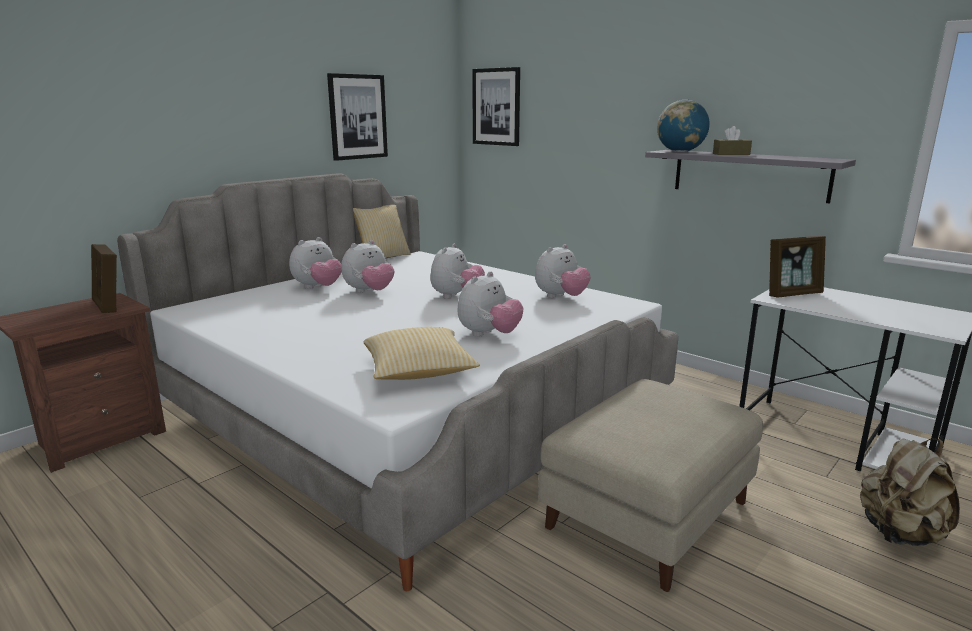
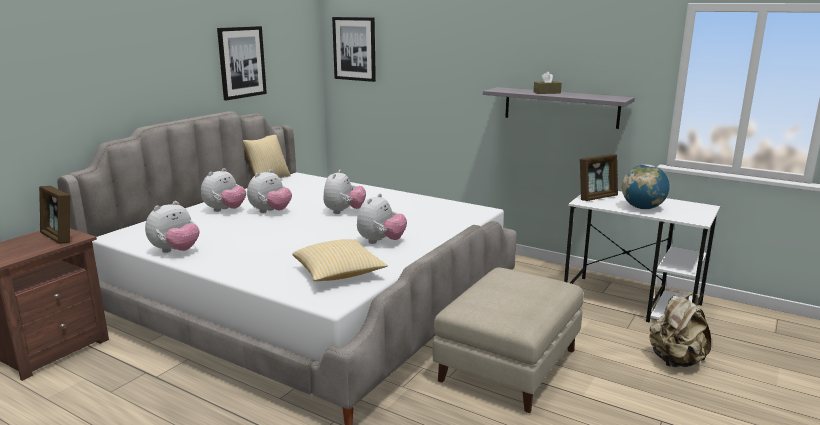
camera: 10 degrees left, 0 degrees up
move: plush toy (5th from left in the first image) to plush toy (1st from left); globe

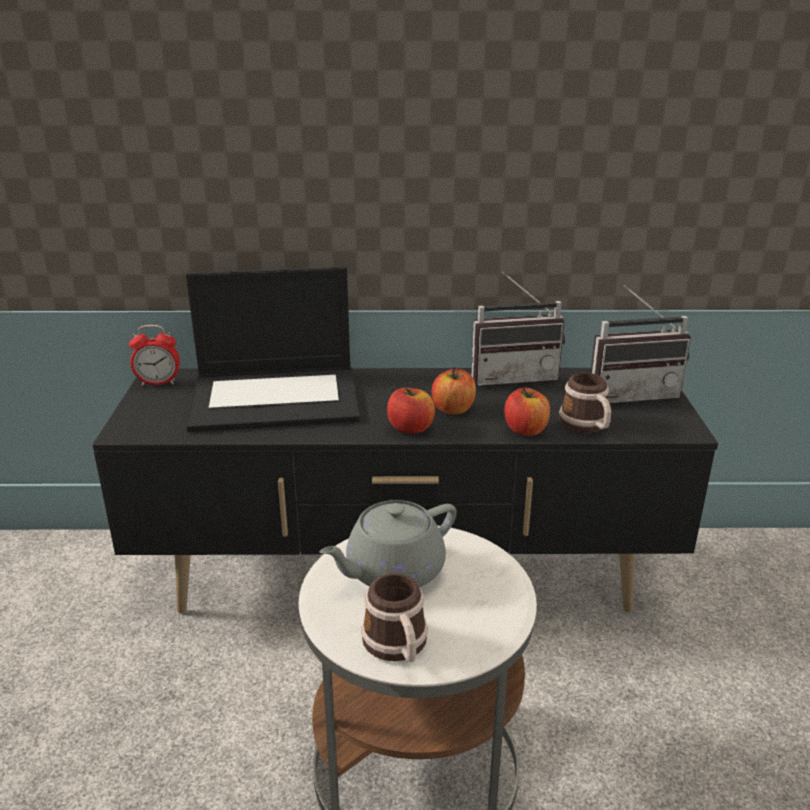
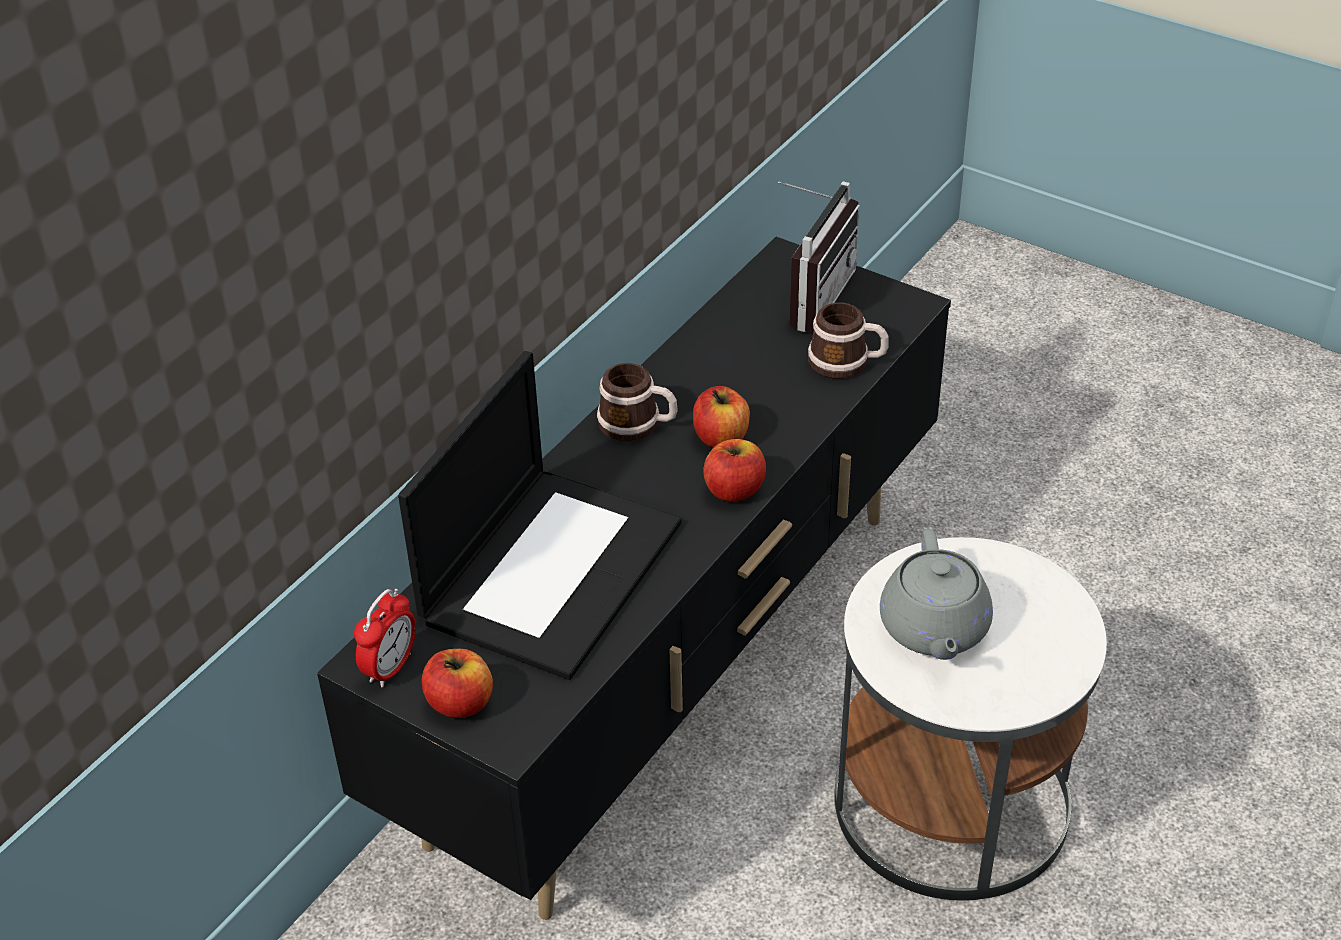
camera: 55 degrees left, 15 degrees up
delete: radio (1st from left)
move: apple (3rd from left in the first image) to apple (1st from left); mug (1st from left)

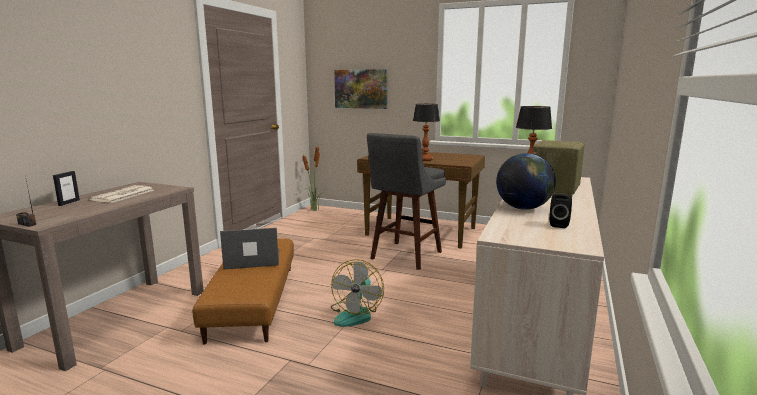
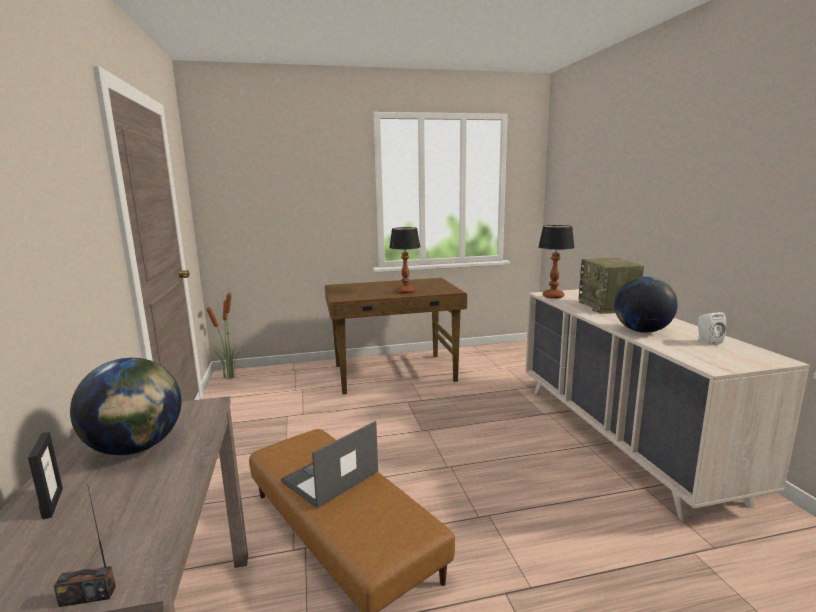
camera: 35 degrees left, 0 degrees up
delete: fan; picture; grey stool
replace: newspaper to globe (1st from left)
recolor: black speaker to white speaker

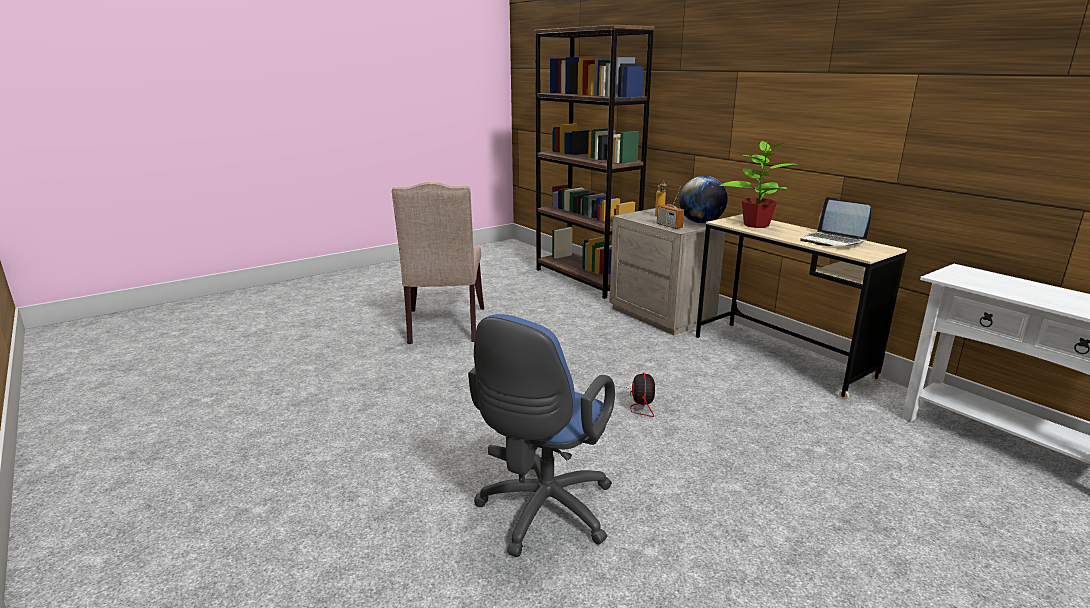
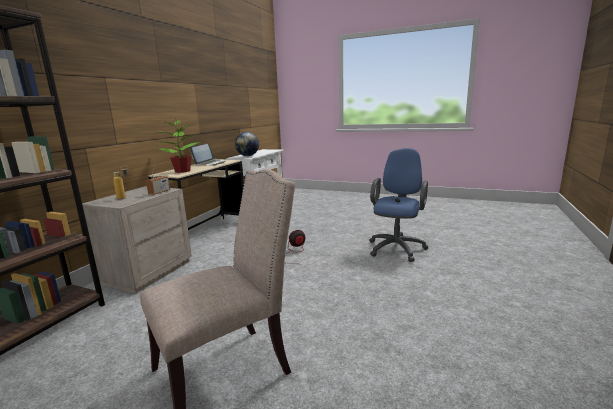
camera: 120 degrees left, 5 degrees down
move: globe
rotate: blue office chair 60 degrees counterclockwise

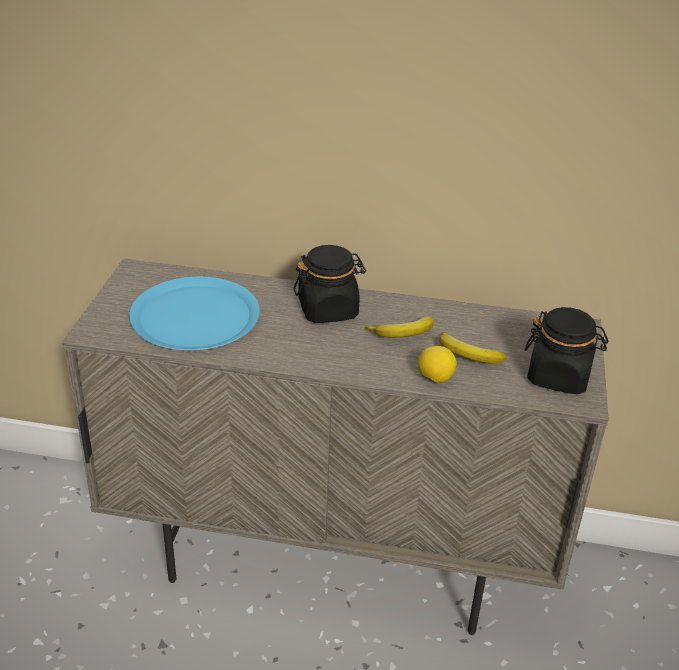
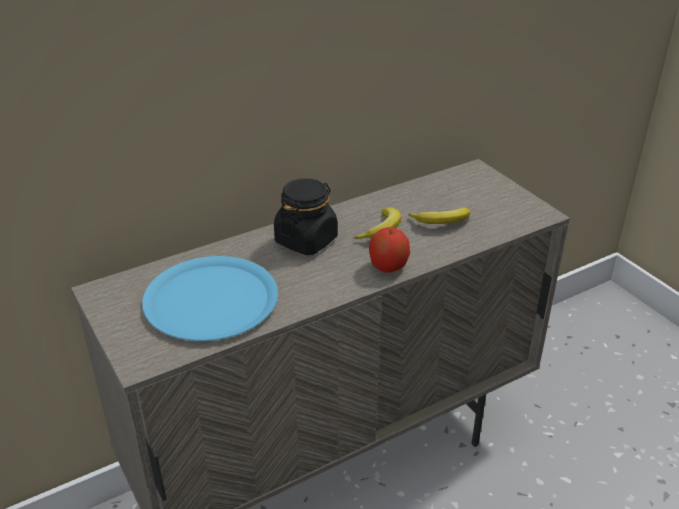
camera: 40 degrees left, 0 degrees up
delete: lemon; black jar (2nd from left)
insert: apple

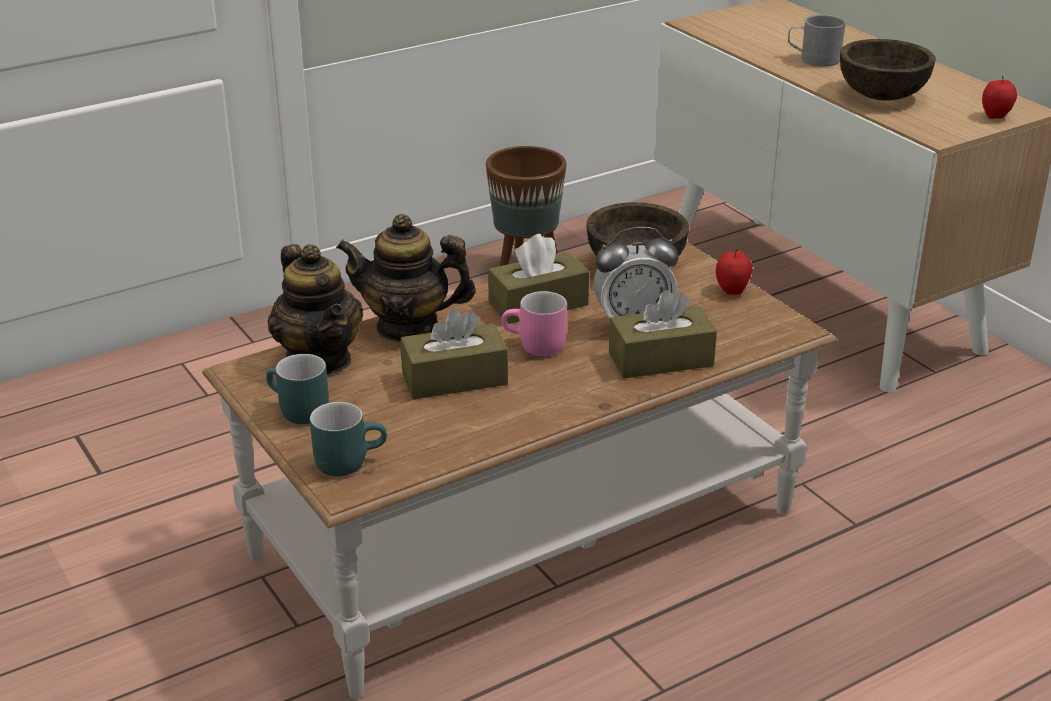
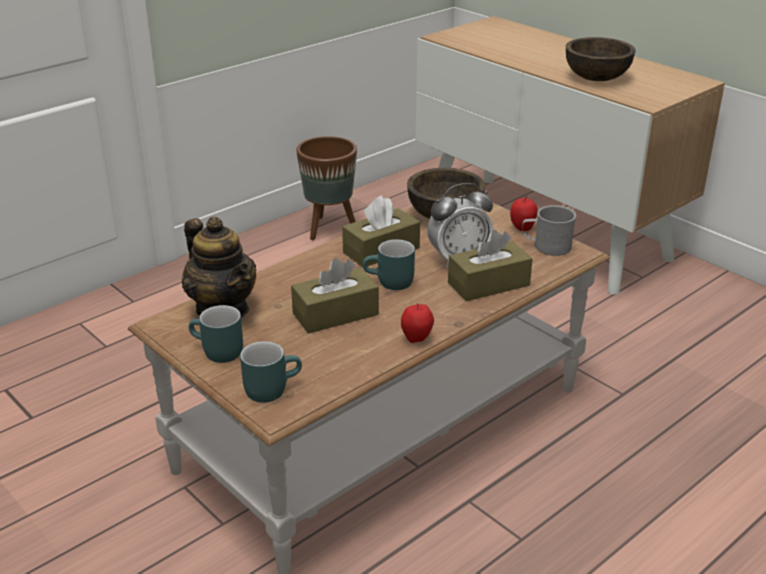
camera: 10 degrees left, 0 degrees up
delete: teapot (2nd from left)
move: apple (2nd from left in the first image) to apple (1st from left); grey mug
recolor: pink mug to turquoise mug (3rd from left)

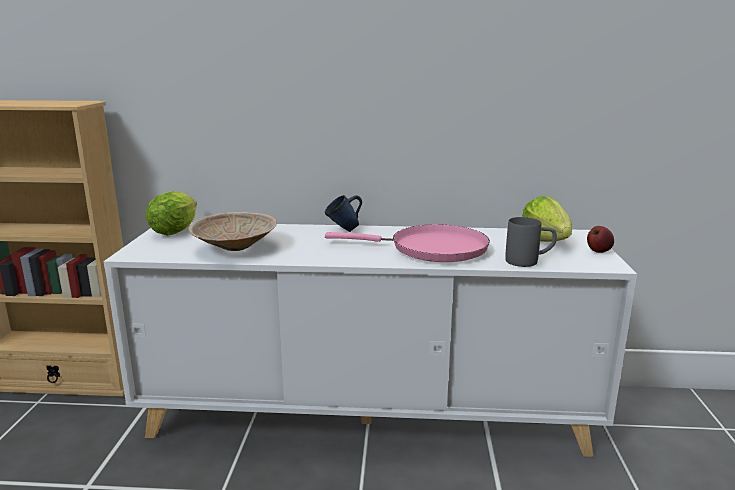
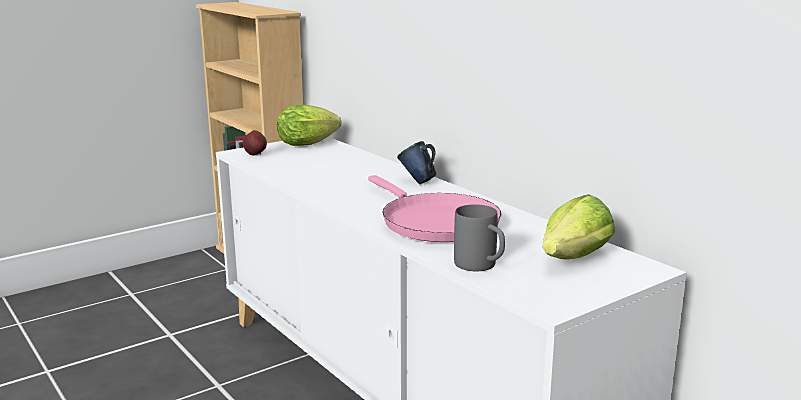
camera: 50 degrees right, 0 degrees up
delete: beige bowl
move: apple

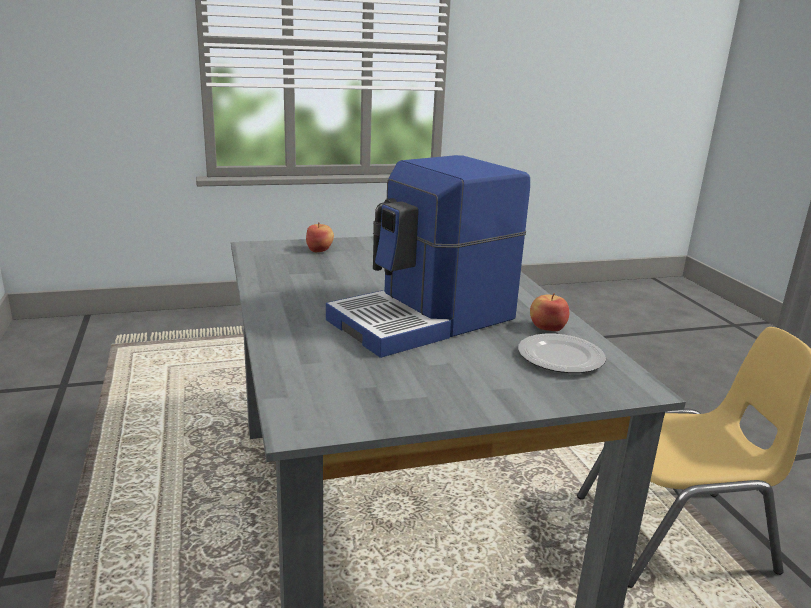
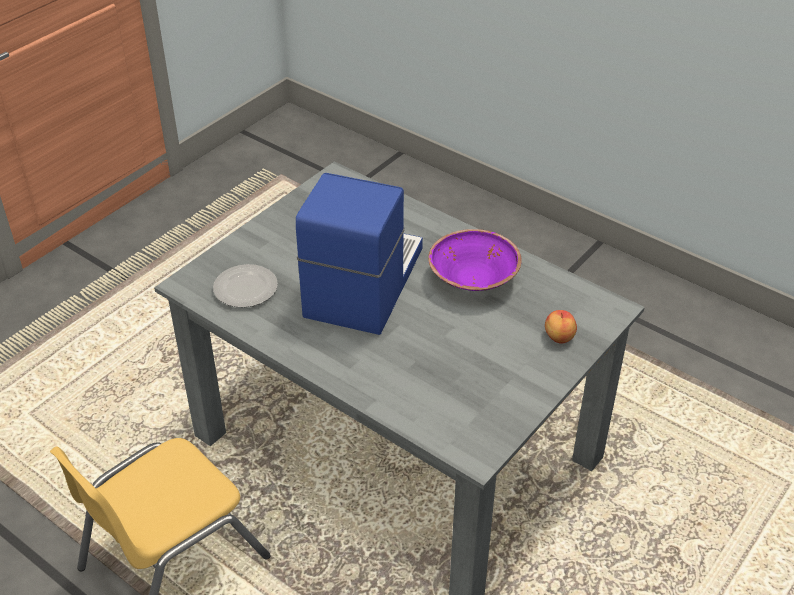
camera: 145 degrees right, 20 degrees up
delete: apple (2nd from left)
insert: purple bowl

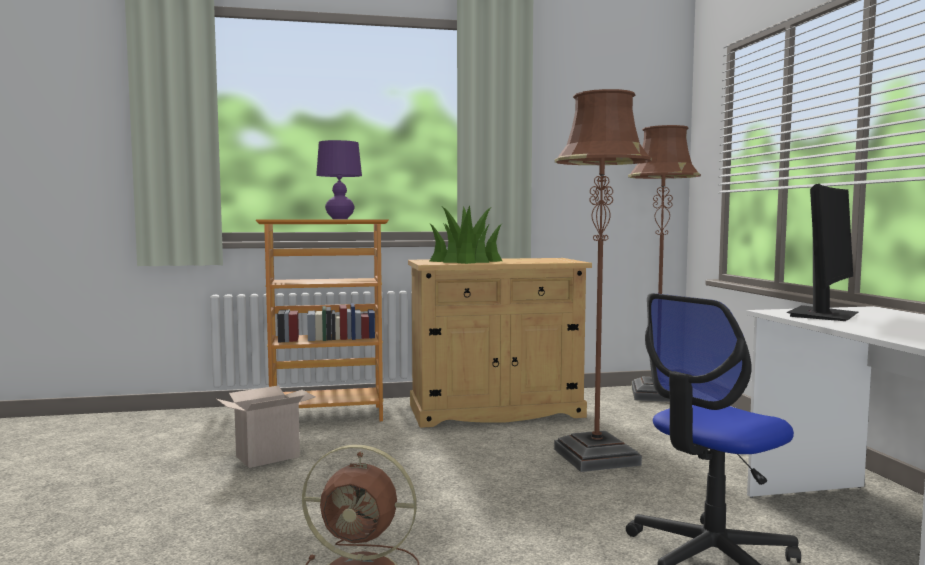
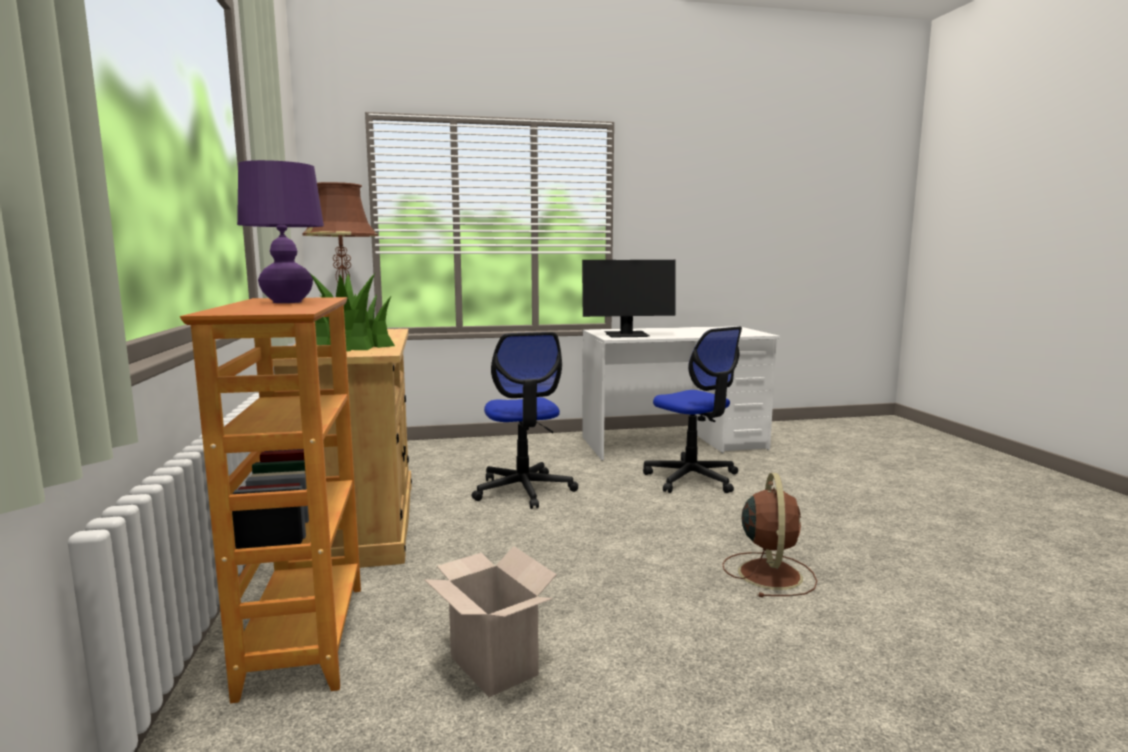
camera: 90 degrees left, 5 degrees up
replace: brown floor lamp (1st from left) to office chair (1st from left)
rotate: monitor 135 degrees clockwise

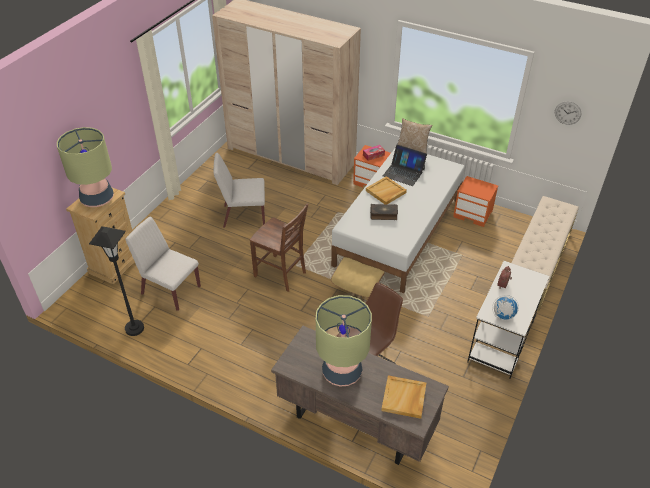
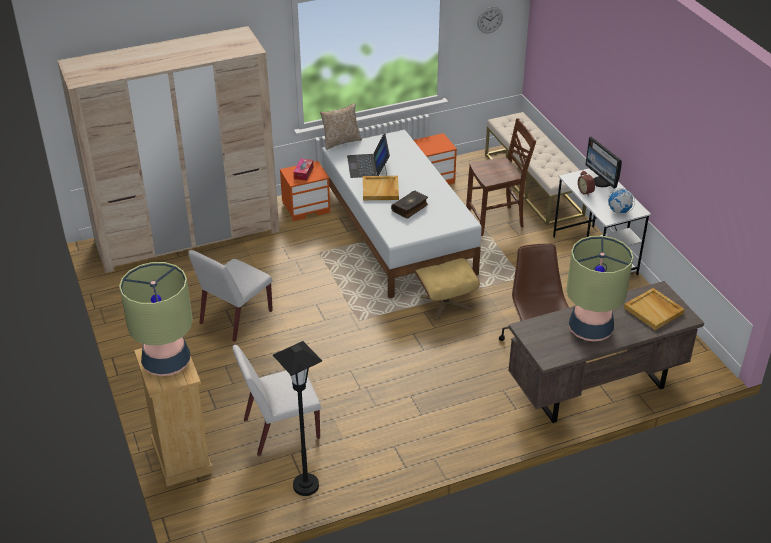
camera: 50 degrees left, 5 degrees down
insert: monitor
move: brown chair
rotate: laptop 105 degrees clockwise

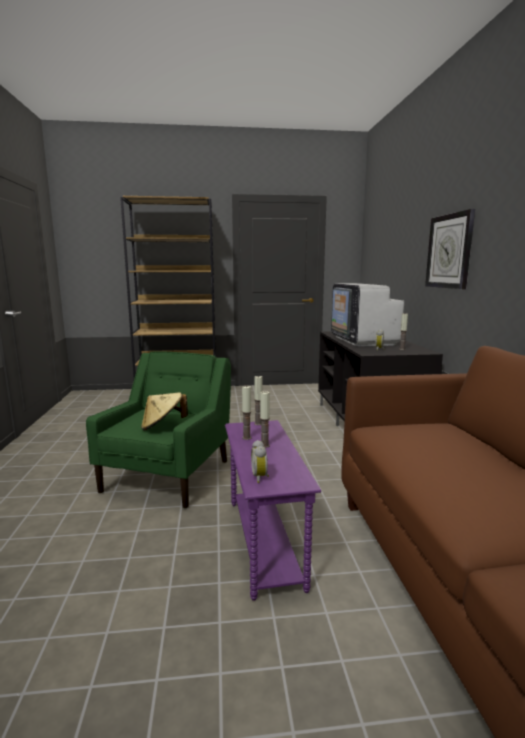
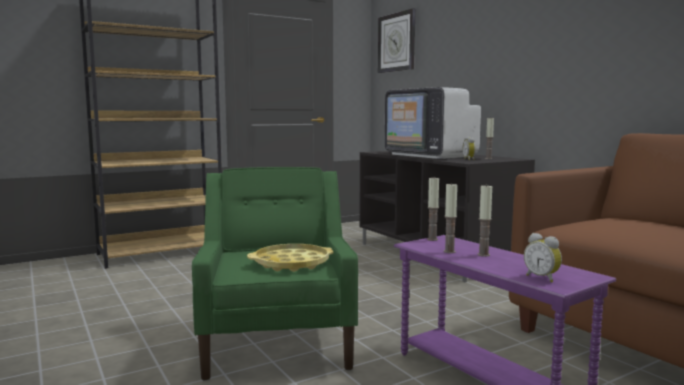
camera: 25 degrees left, 5 degrees down
move: wall clock
replace: beige hat to yellow tray

